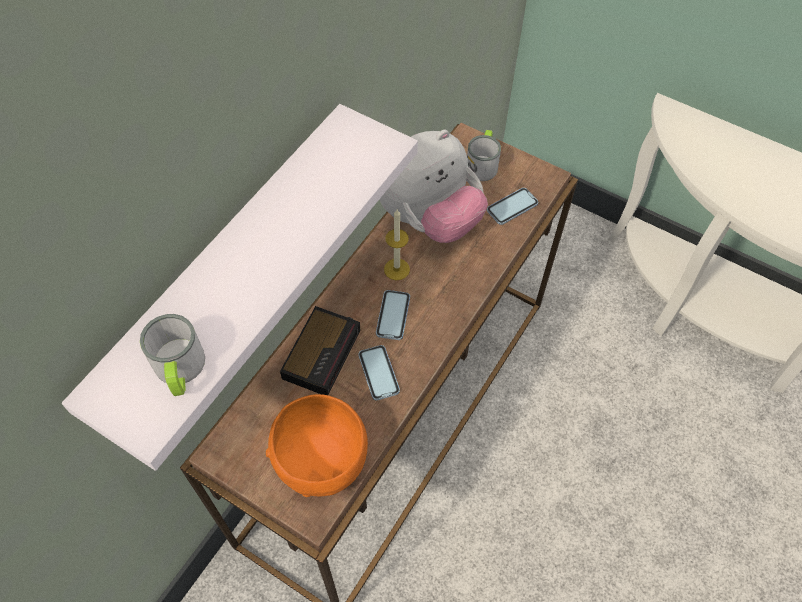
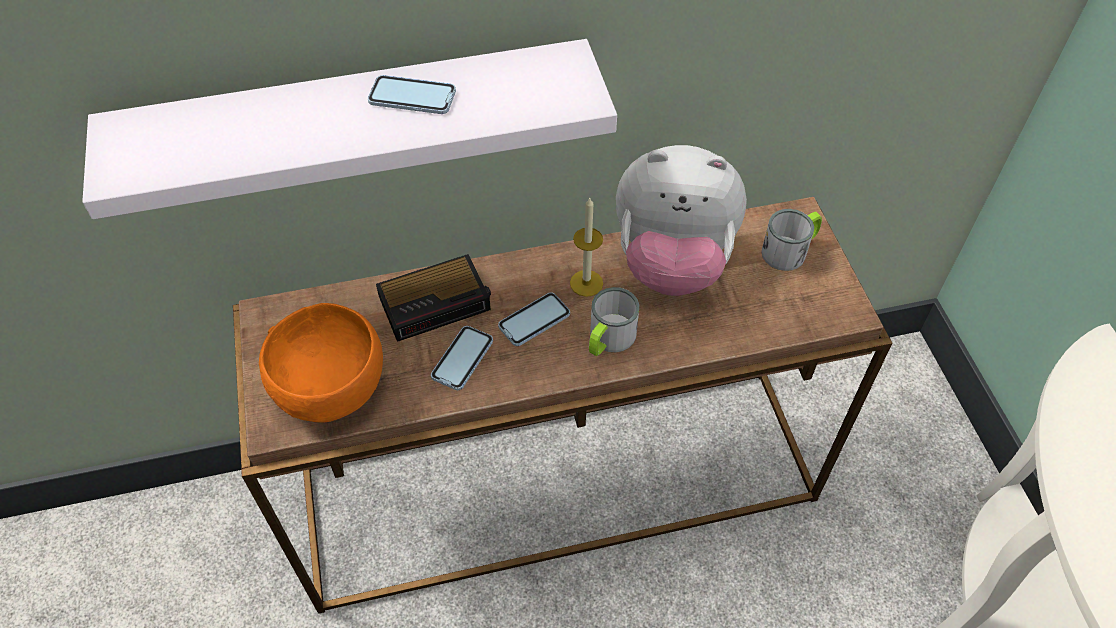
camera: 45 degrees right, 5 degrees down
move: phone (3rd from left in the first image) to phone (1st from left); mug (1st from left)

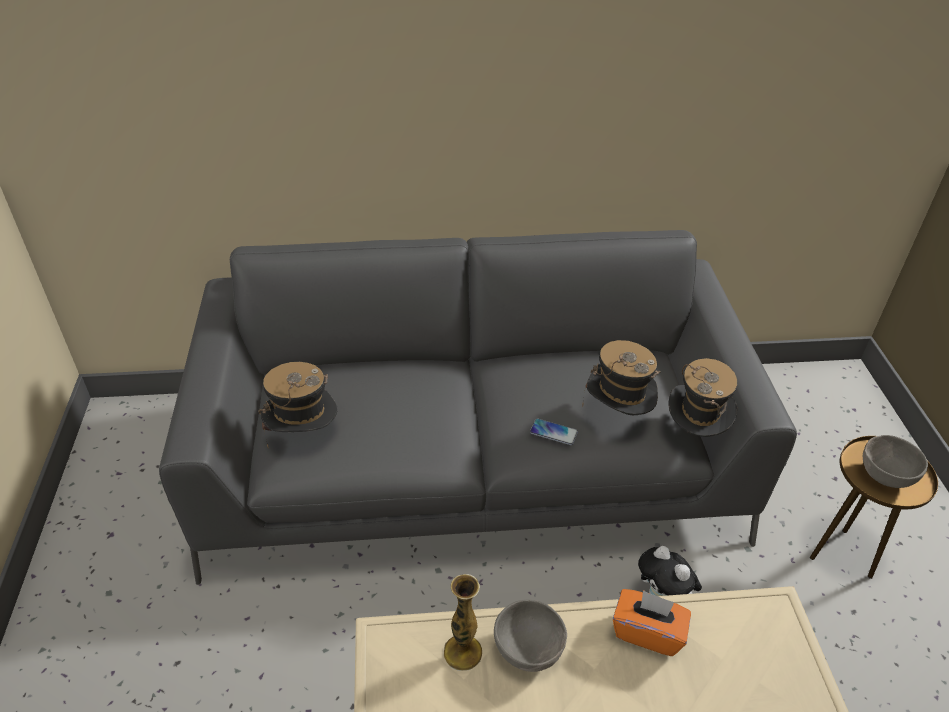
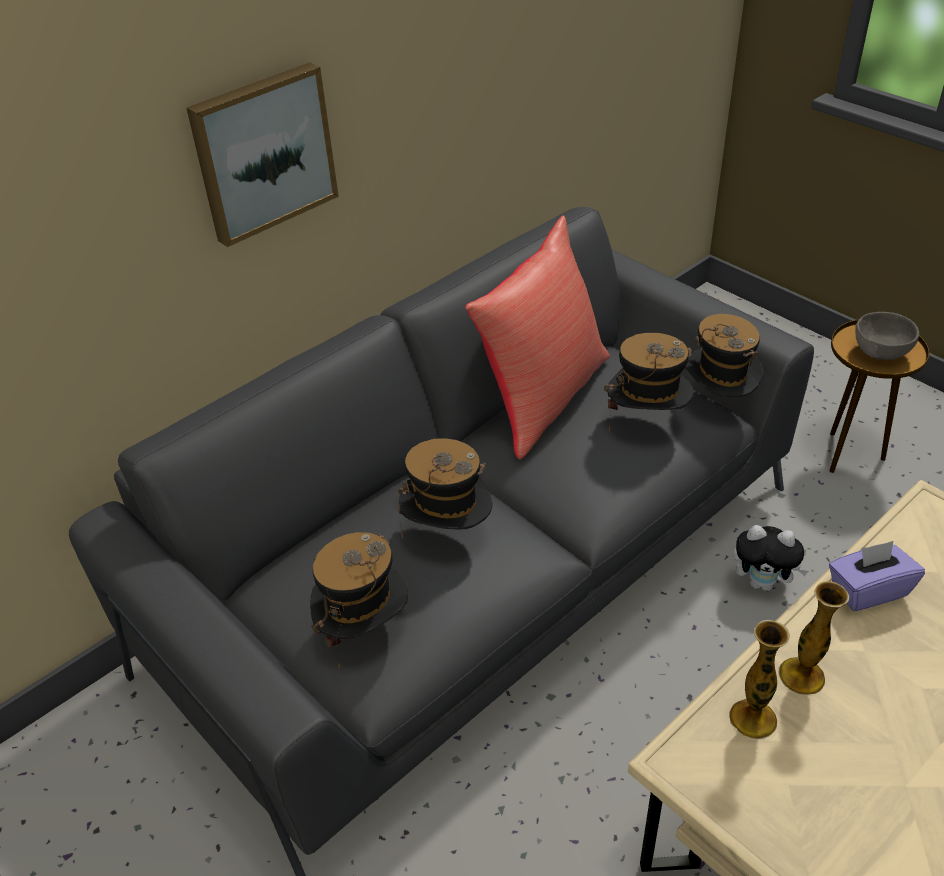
camera: 35 degrees left, 0 degrees up
delete: phone
insert: picture; hat (2nd from left); red pillow
replace: grey bowl (1st from left) to vase (2nd from left)
recolor: orange tissue box to purple tissue box

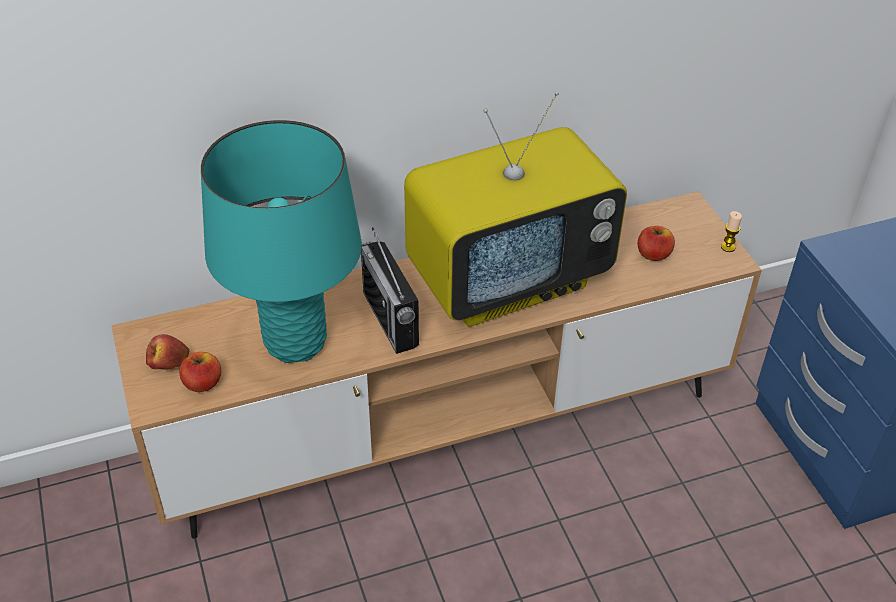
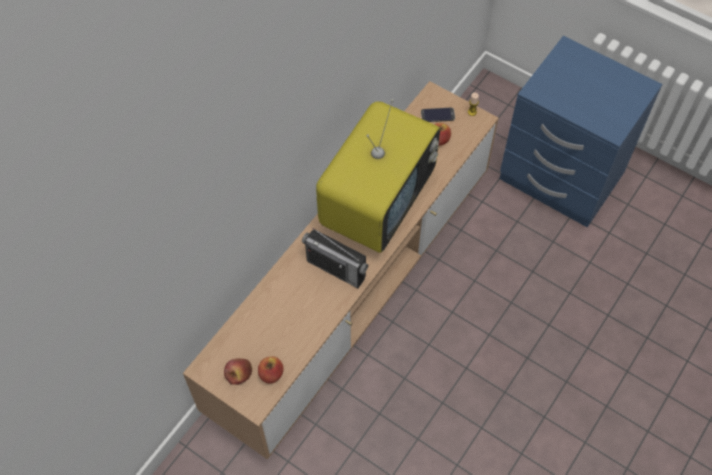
camera: 35 degrees left, 15 degrees up
delete: turquoise table lamp
insert: phone

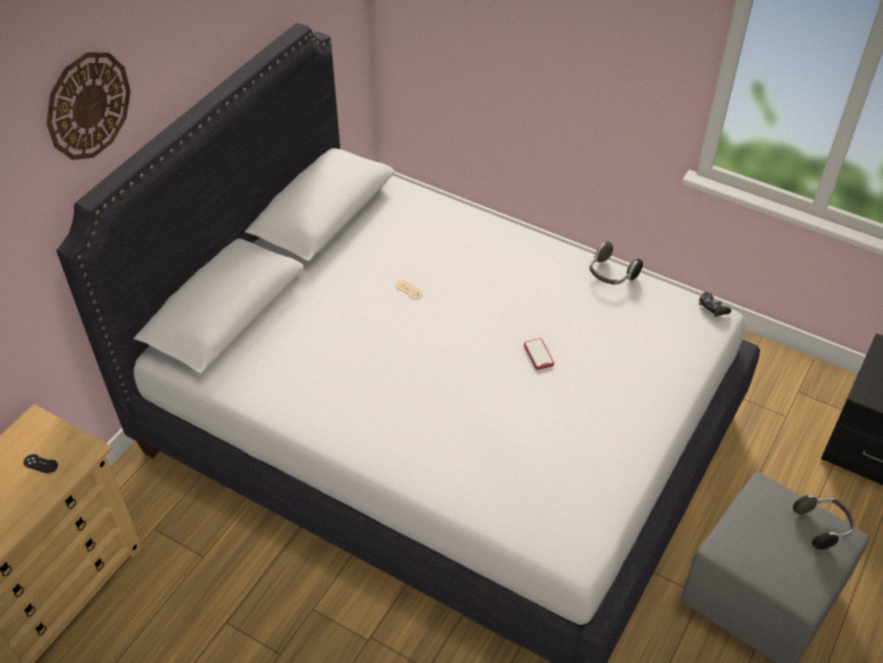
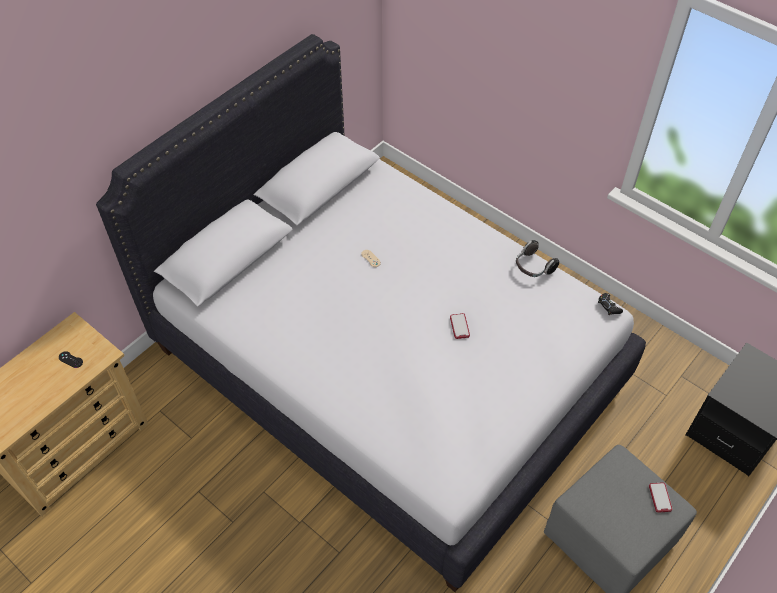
camera: 10 degrees right, 5 degrees up
delete: wall clock
replace: headphones (2nd from left) to phone (2nd from left)

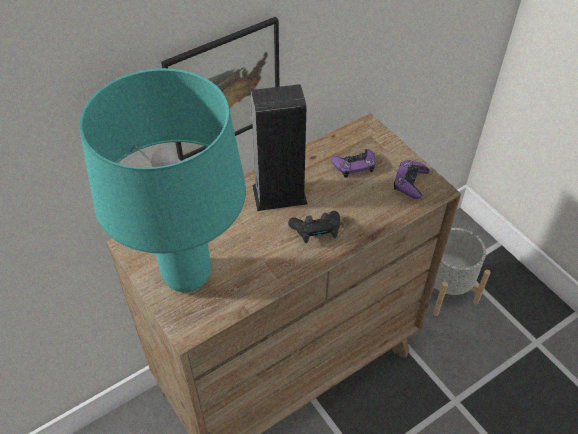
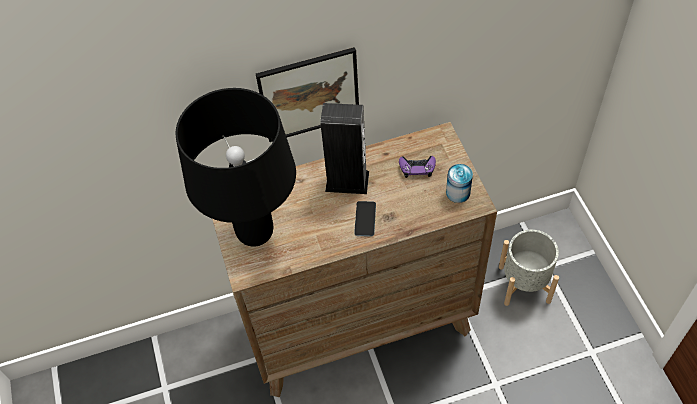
camera: 20 degrees right, 5 degrees up
replace: black game controller to phone; purple game controller (2nd from left) to can
recolor: turquoise table lamp to black table lamp

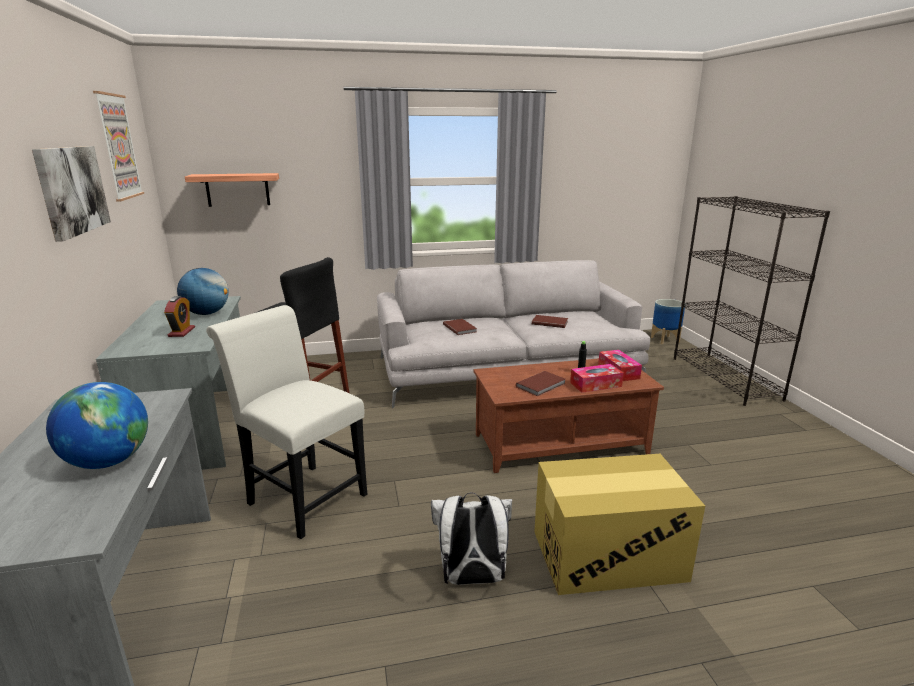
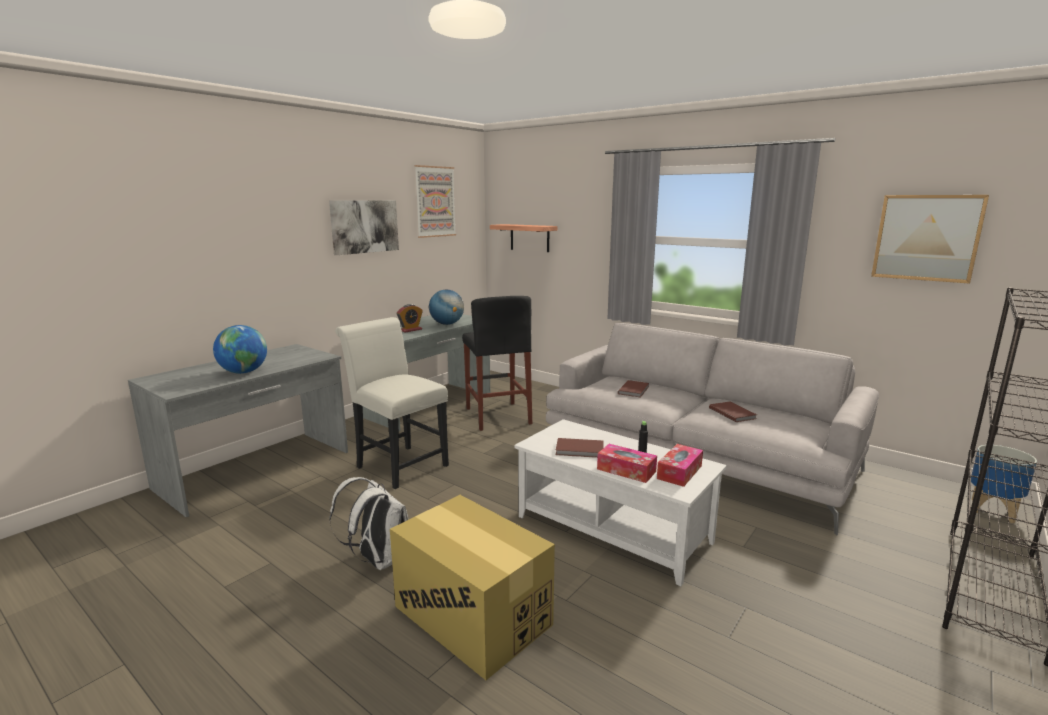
camera: 50 degrees right, 5 degrees down
insert: picture (3rd from left)
recolor: brown coffee table to white coffee table
rotate: white chair 45 degrees counterclockwise

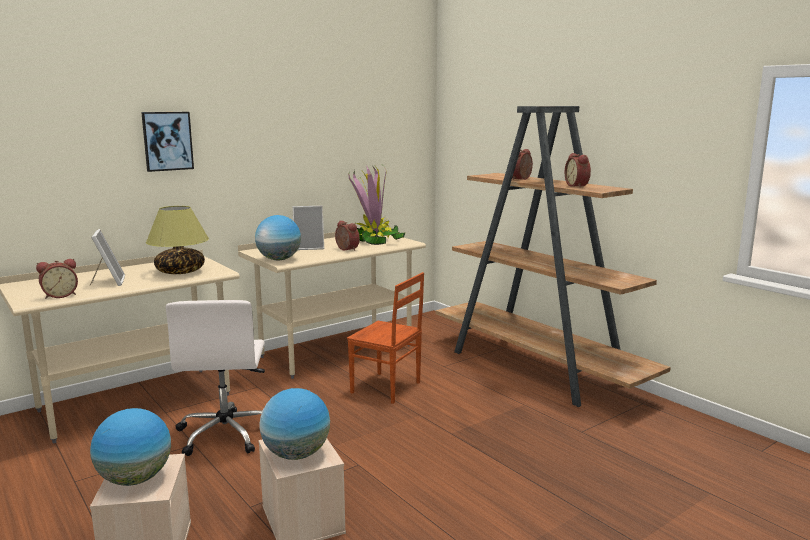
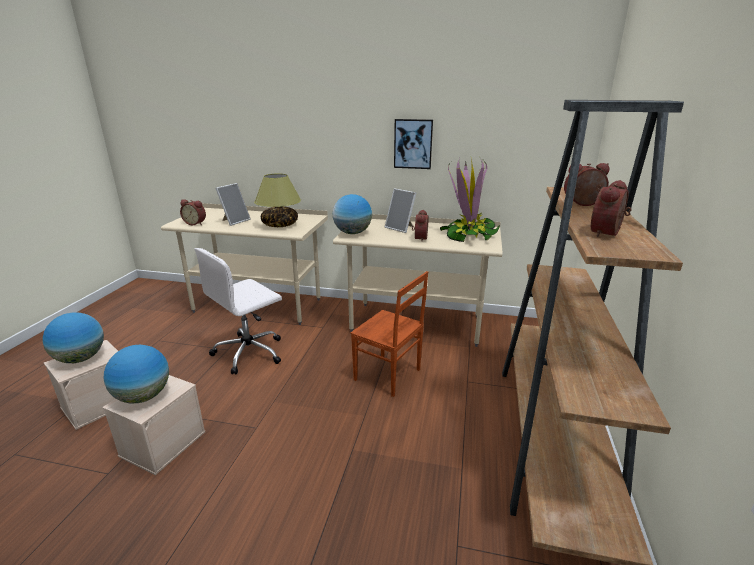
camera: 50 degrees right, 10 degrees up
move: picture
rotate: brown chair 45 degrees counterclockwise

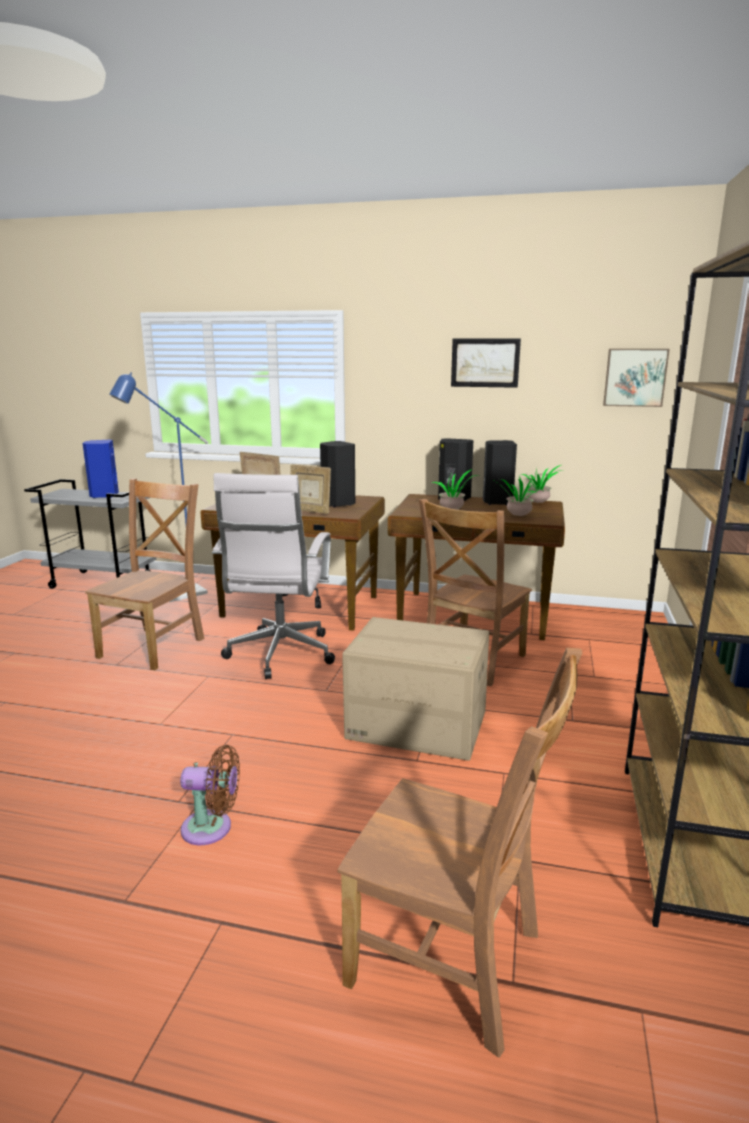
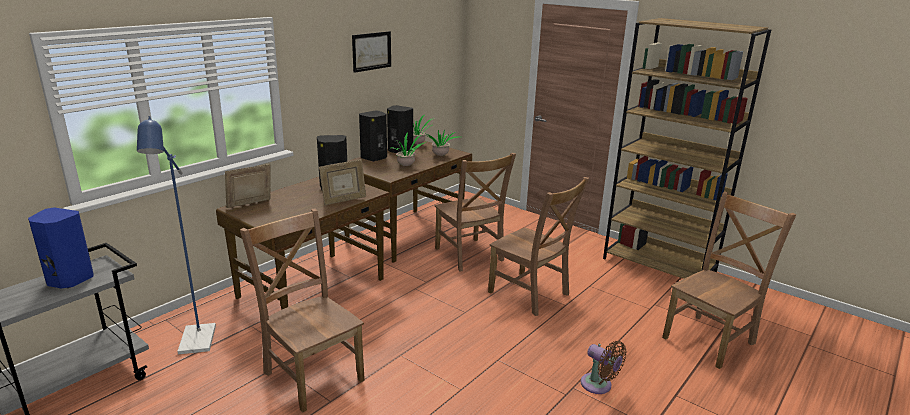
camera: 65 degrees left, 5 degrees up
delete: white office chair; picture (2nd from left)
replace: cardboard box to brown chair (3rd from left)
rotate: brown fan 105 degrees clockwise

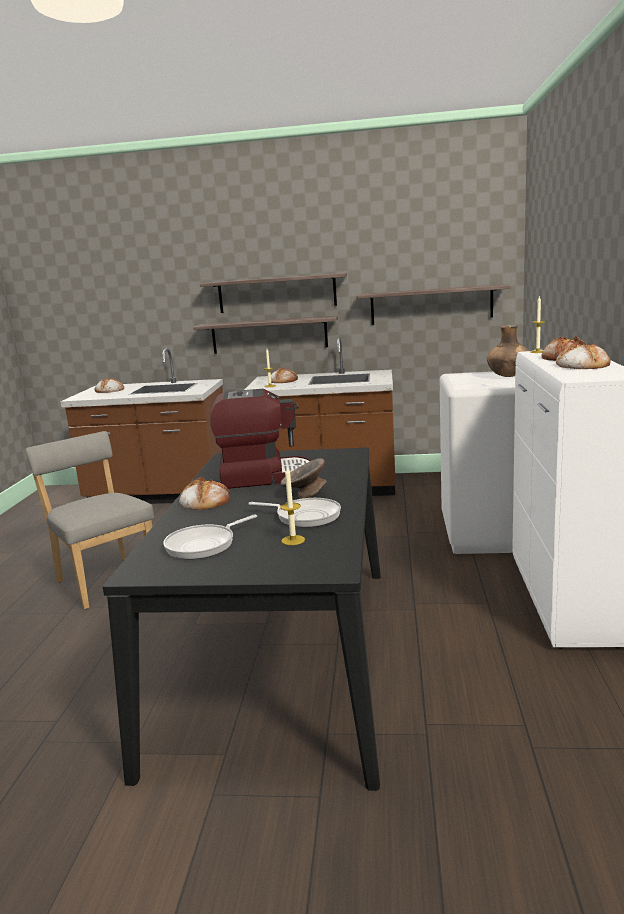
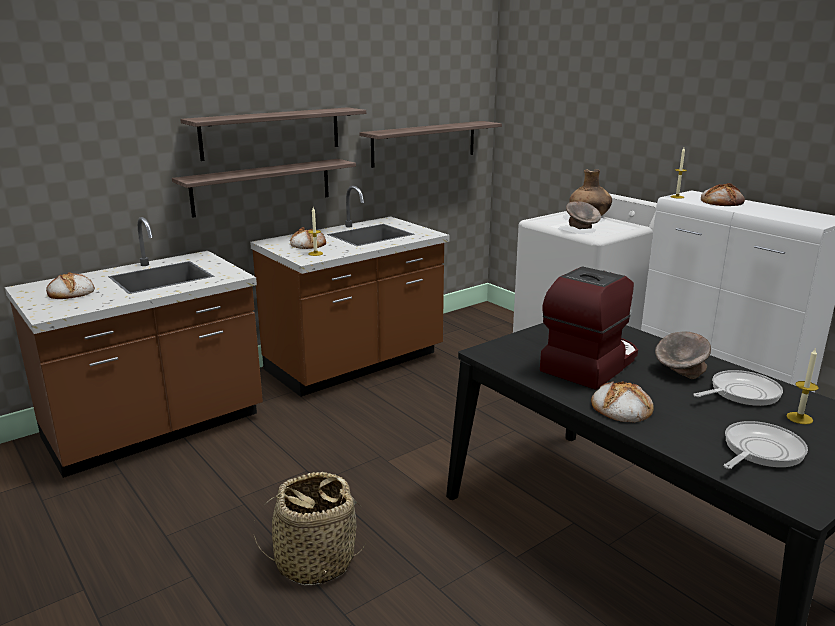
camera: 45 degrees left, 5 degrees up
delete: bread (5th from left)
insert: grey bowl (1st from left)
replace: grey chair to basket
rotate: frying pan (1st from left in the first image) 135 degrees counterclockwise

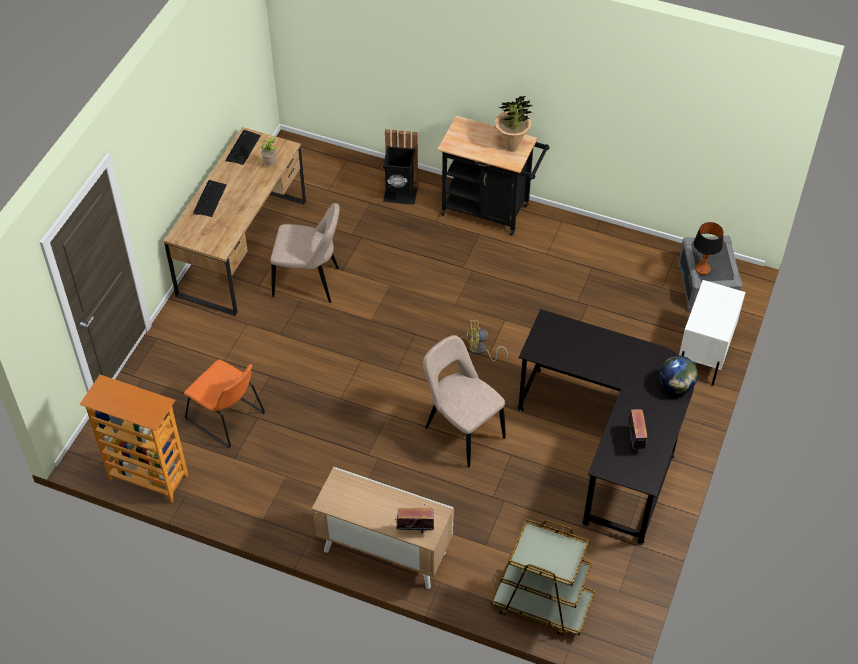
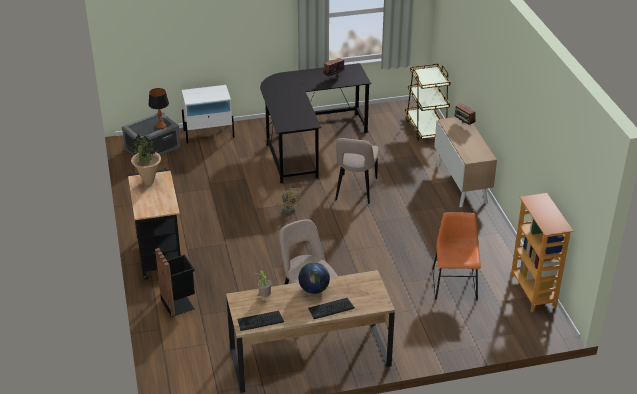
camera: 125 degrees left, 15 degrees down
move: globe

